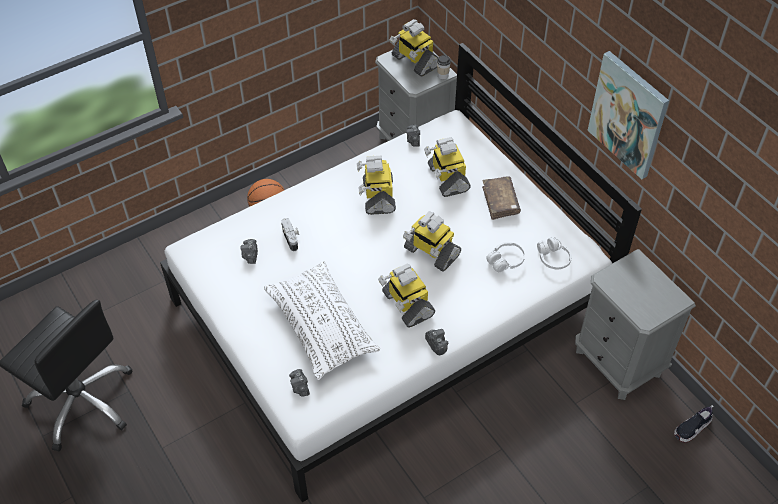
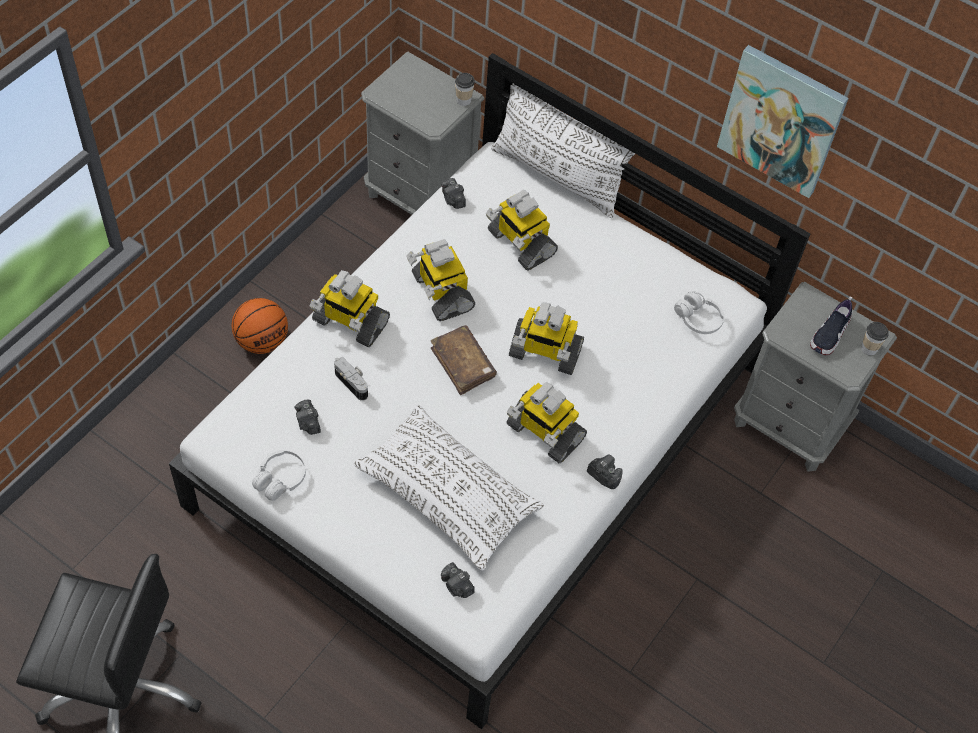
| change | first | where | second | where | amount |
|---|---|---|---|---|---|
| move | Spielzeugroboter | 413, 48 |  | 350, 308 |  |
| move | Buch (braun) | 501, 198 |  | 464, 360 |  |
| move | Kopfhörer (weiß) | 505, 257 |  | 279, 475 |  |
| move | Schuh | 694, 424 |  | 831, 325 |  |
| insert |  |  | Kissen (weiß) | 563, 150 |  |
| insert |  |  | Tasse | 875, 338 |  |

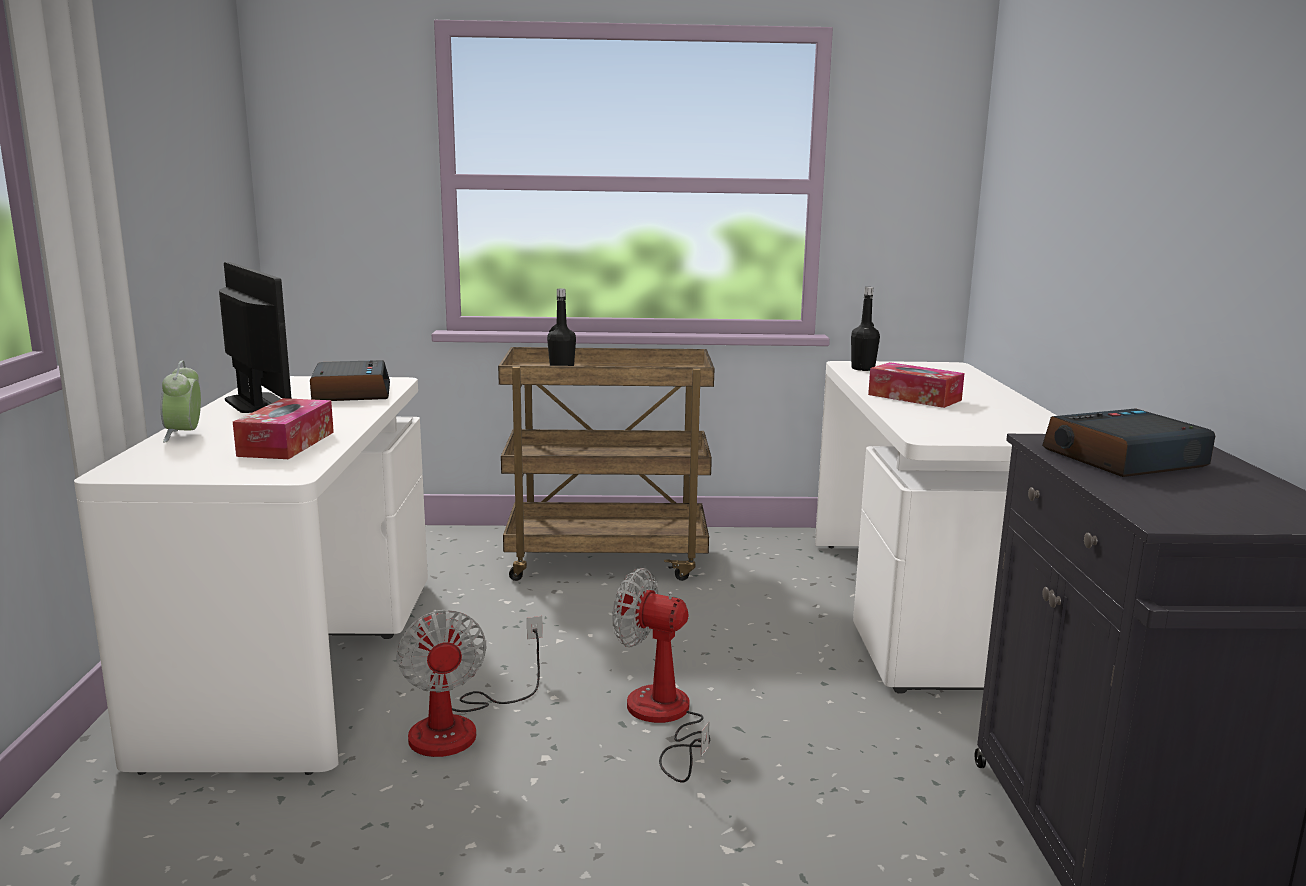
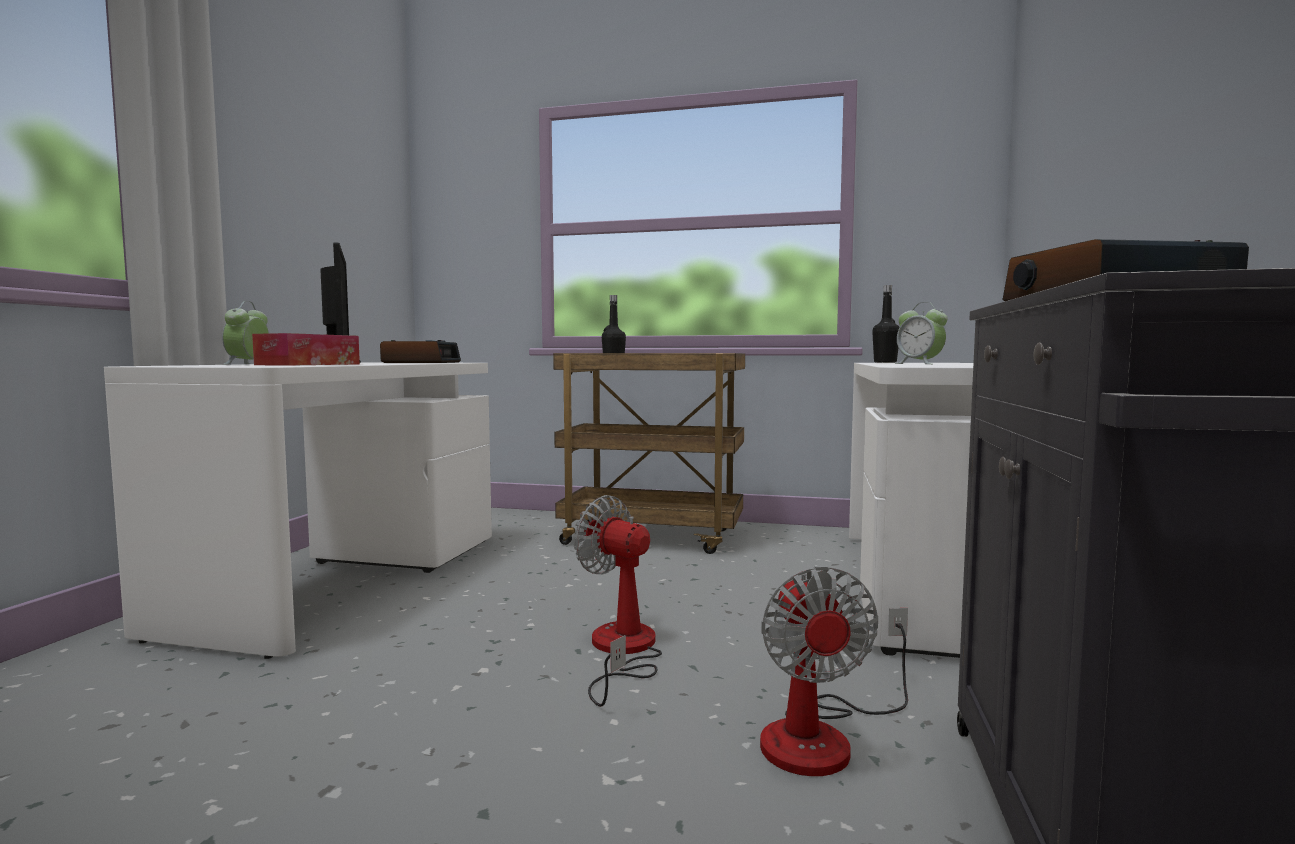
| change | first | where | second | where | amount |
|---|---|---|---|---|---|
| replace | Taschentuchbox | 916, 385 | Wecker | 921, 333 |  |
| move | Ventilator | 469, 683 |  | 834, 671 |  |

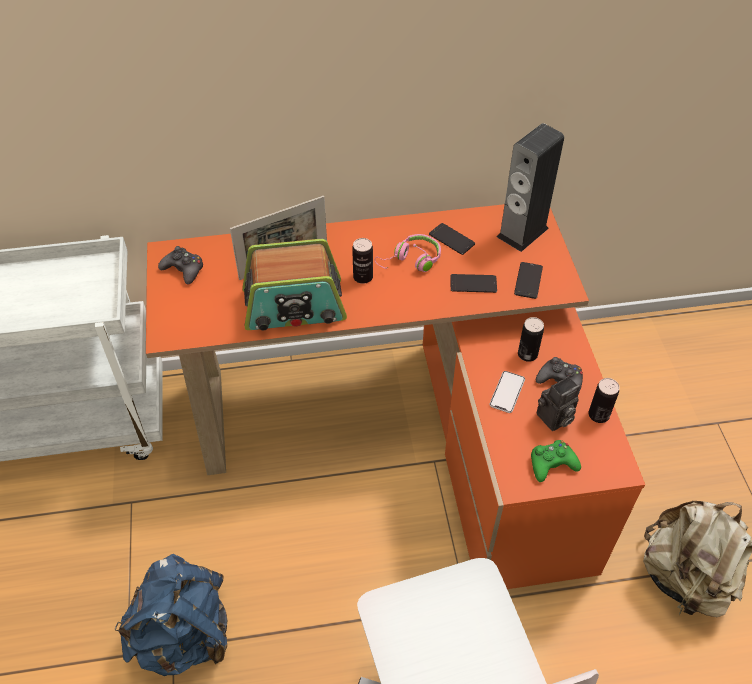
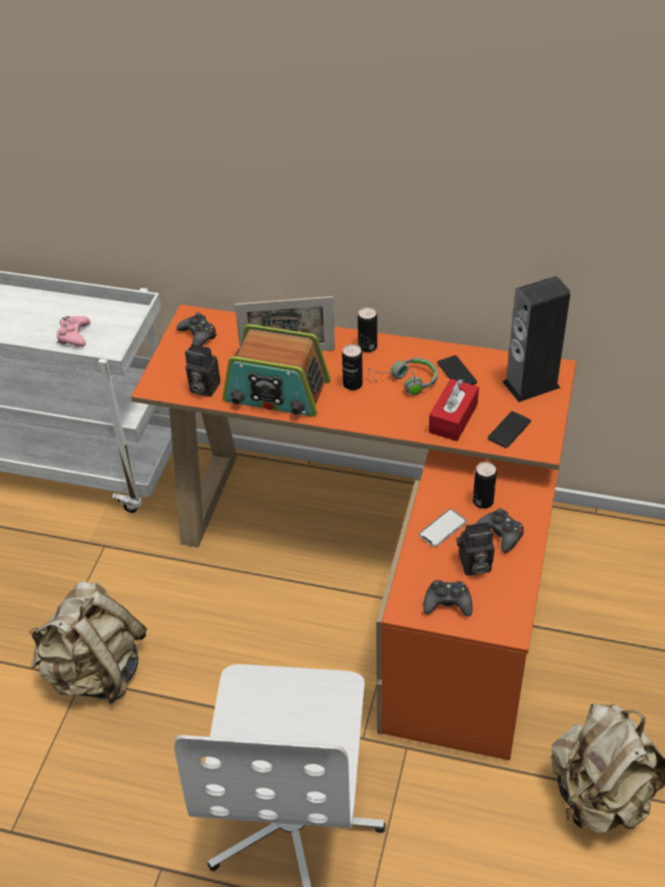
| change | first | where | second | where | amount |
|---|---|---|---|---|---|
| recolor | Kopfhörer (rosa) | 408, 253 | Kopfhörer (grau) | 403, 376 |  |
| replace | Handy | 473, 283 | Taschentuchbox (rot) | 454, 410 |  |
| move | Dose | 604, 400 |  | 367, 329 |  |
| recolor | Gamepad (grün) | 556, 461 | Gamepad (schwarz) | 448, 598 |  |
| recolor | Rucksack (blau) | 171, 615 | Rucksack (beige) | 88, 643 |  |
| insert |  |  | Gamepad (rosa) | 74, 331 |  |
| insert |  |  | Kamera | 202, 370 |  |

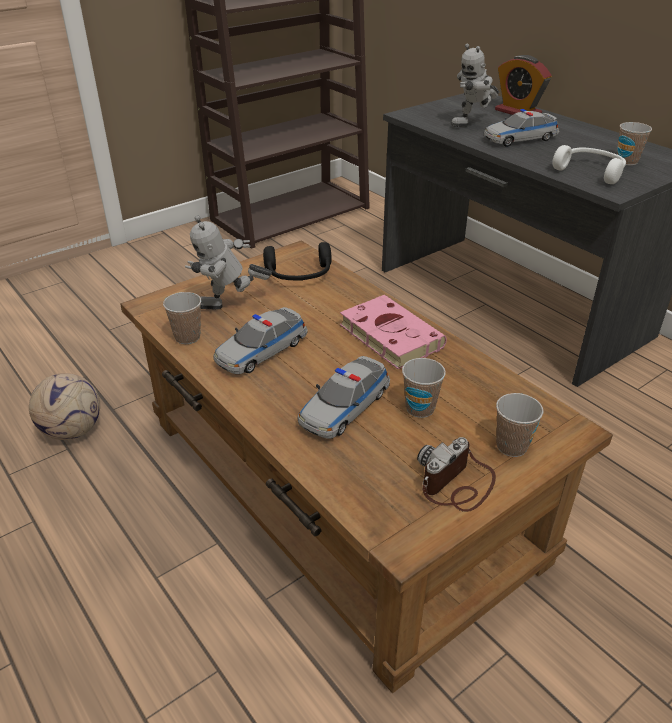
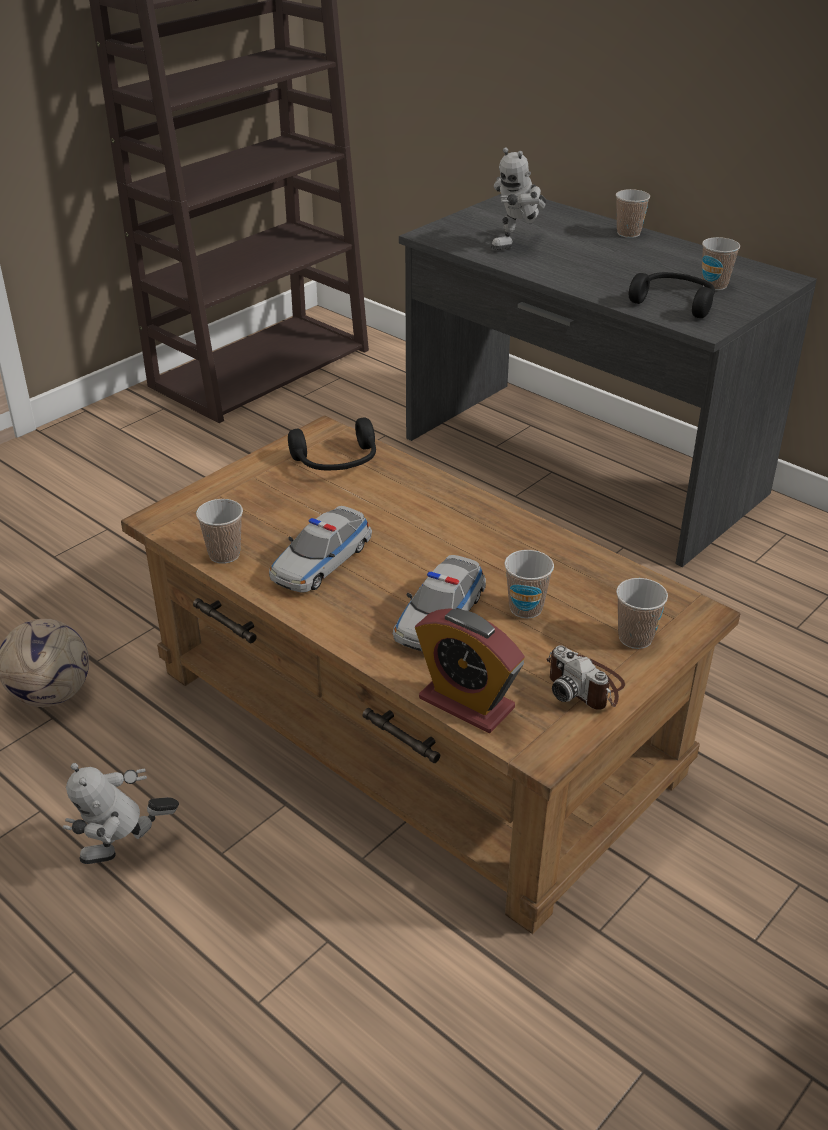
| change | first | where | second | where | amount |
|---|---|---|---|---|---|
| move | Wecker | 523, 85 |  | 470, 670 |  |
| delete | Spielzeugauto | 521, 128 |  |  |  |
| recolor | Kopfhörer (weiß) | 589, 164 | Kopfhörer (schwarz) | 672, 295 |  |
| move | Spielzeugroboter | 228, 262 |  | 121, 813 |  |
| delete | Buch (rosa) | 393, 332 |  |  |  |
| rotate | Kamera | 456, 474 |  | 585, 677 | 75 degrees counterclockwise |
| insert |  |  | Tasse | 633, 213 |  |

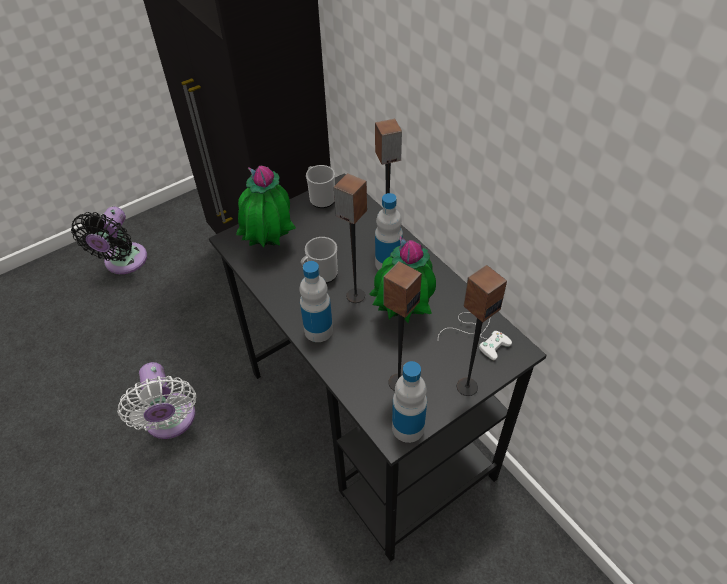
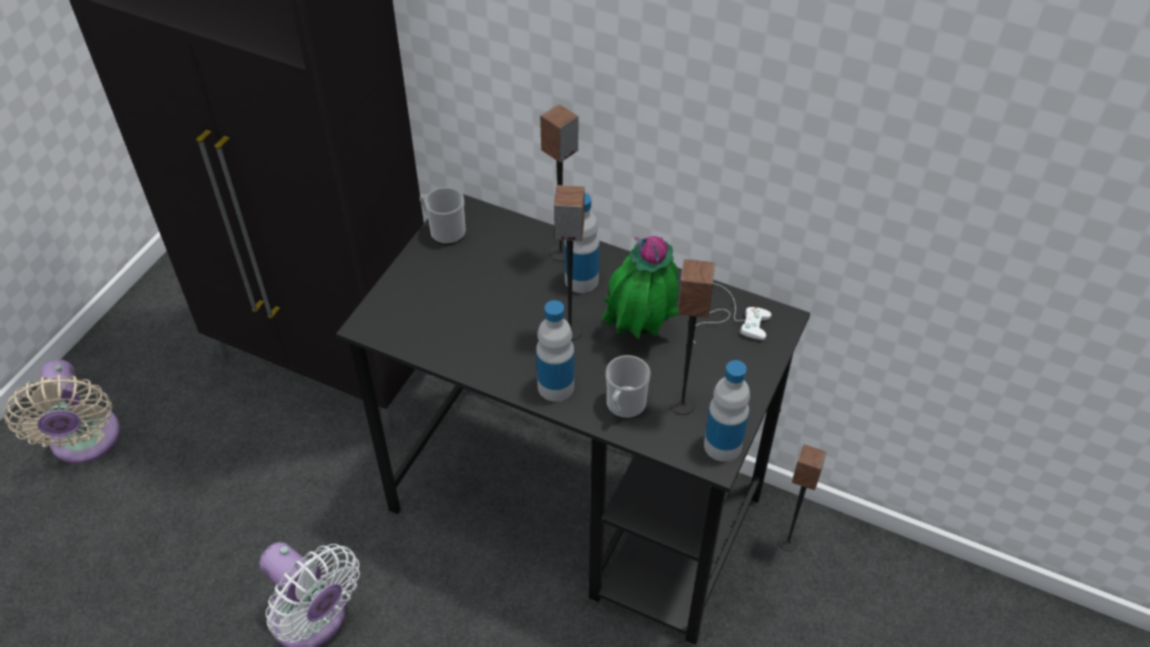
| change | first | where | second | where | amount |
|---|---|---|---|---|---|
| delete | Topfpflanze | 266, 206 |  |  |  |
| recolor | Ventilator (schwarz) | 109, 240 | Ventilator (beige) | 62, 411 |  |
| move | Henkelbecher | 319, 260 |  | 628, 387 |  |
| move | Lautsprecher | 482, 330 |  | 802, 497 |  |

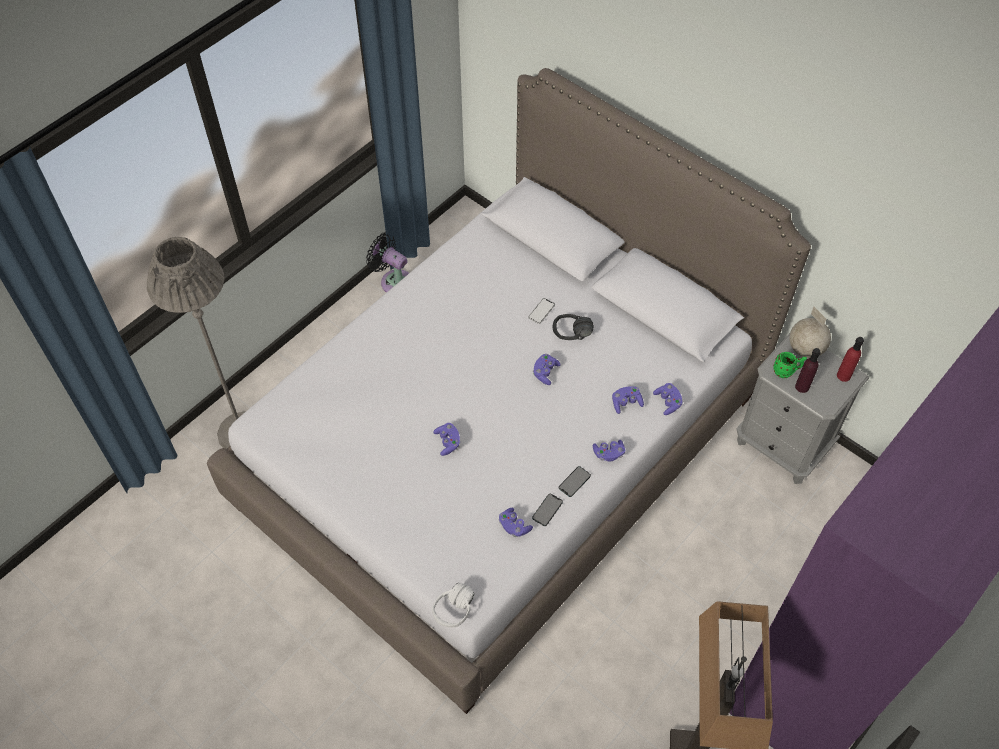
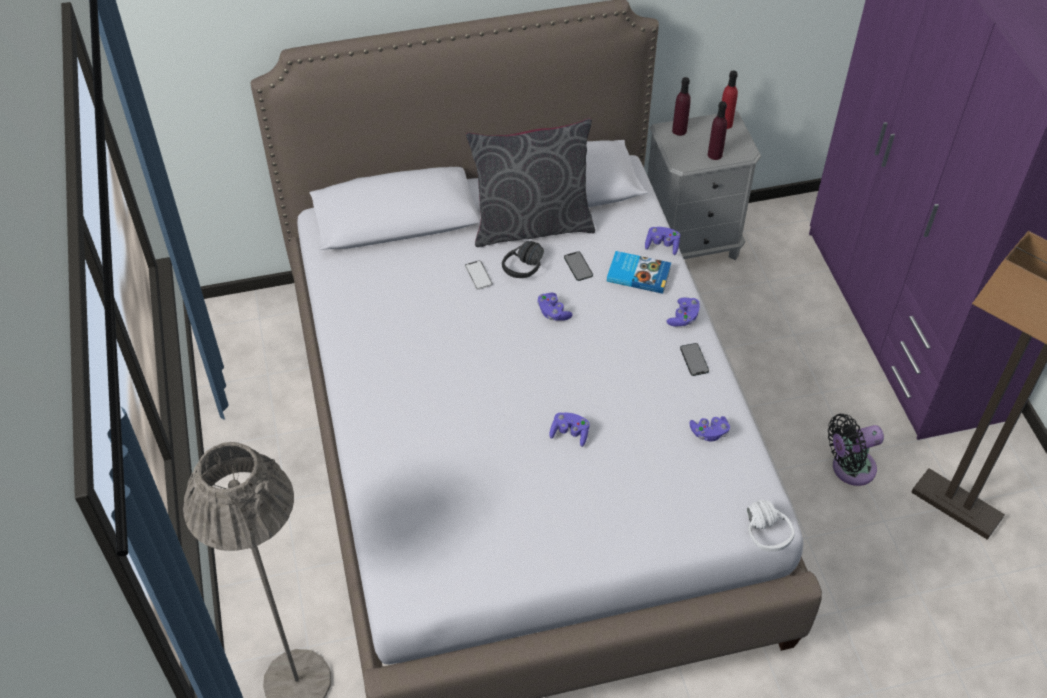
| change | first | where | second | where | amount |
|---|---|---|---|---|---|
| move | Ventilator (schwarz) | 387, 262 |  | 856, 450 |  |
| replace | Globus | 810, 332 | Flasche (lila) | 681, 106 |  |
| delete | Henkelbecher (grün) | 790, 365 |  |  |  |
| replace | Gamepad (lila) | 628, 400 | Buch | 639, 272 |  |
| move | Handy | 547, 510 |  | 578, 266 |  |
| insert |  |  | Kissen (grau) | 530, 182 |  |

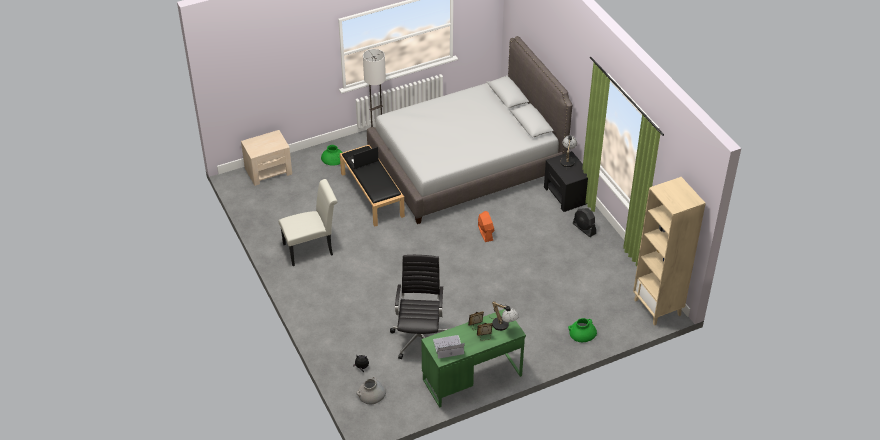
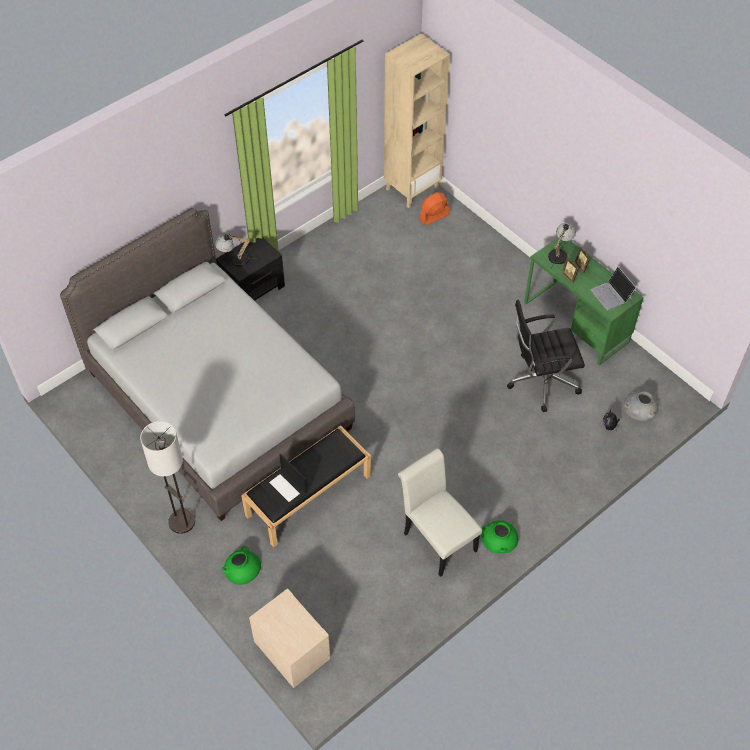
| change | first | where | second | where | amount |
|---|---|---|---|---|---|
| delete | Ventilator (schwarz) | 584, 222 |  |  |  |
| move | Ventilator (orange) | 486, 226 |  | 434, 208 |  |
| move | Vase (grün) | 582, 330 |  | 499, 537 |  |

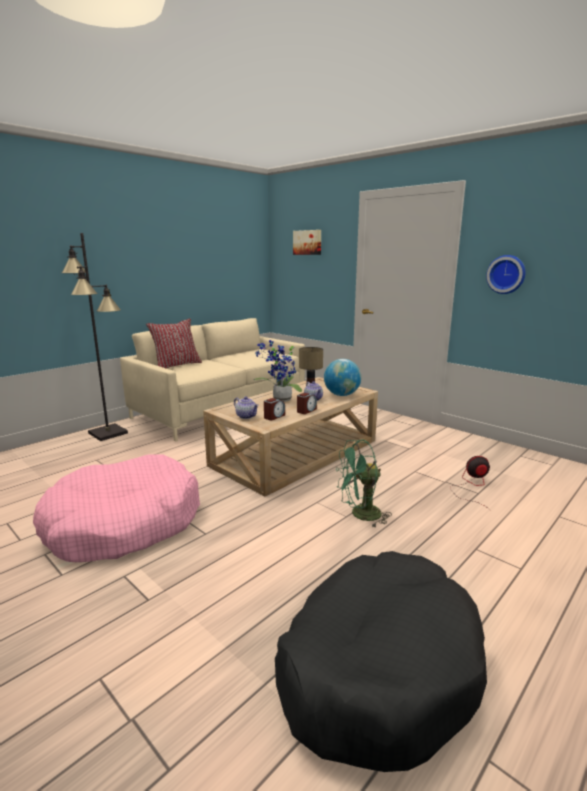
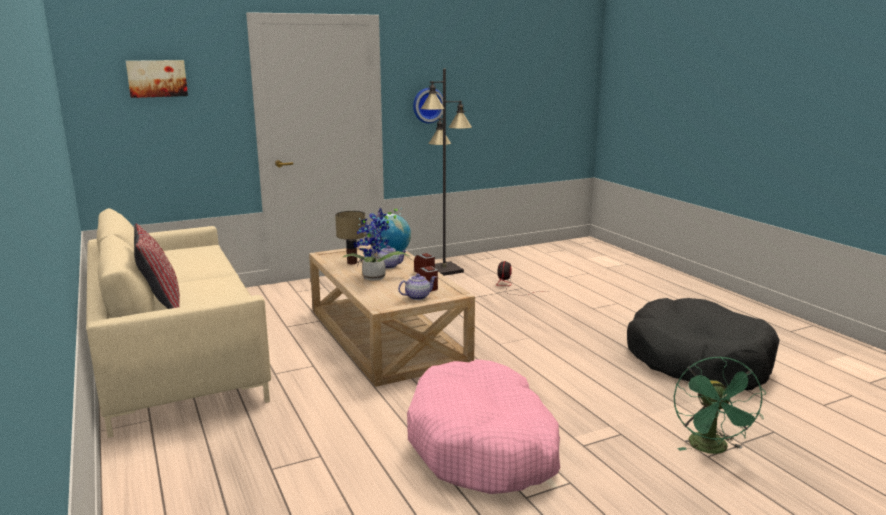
| change | first | where | second | where | amount |
|---|---|---|---|---|---|
| move | Stehlampe (schwarz) | 95, 337 |  | 446, 172 |  |
| move | Ventilator (grün) | 364, 484 |  | 720, 405 |  |

